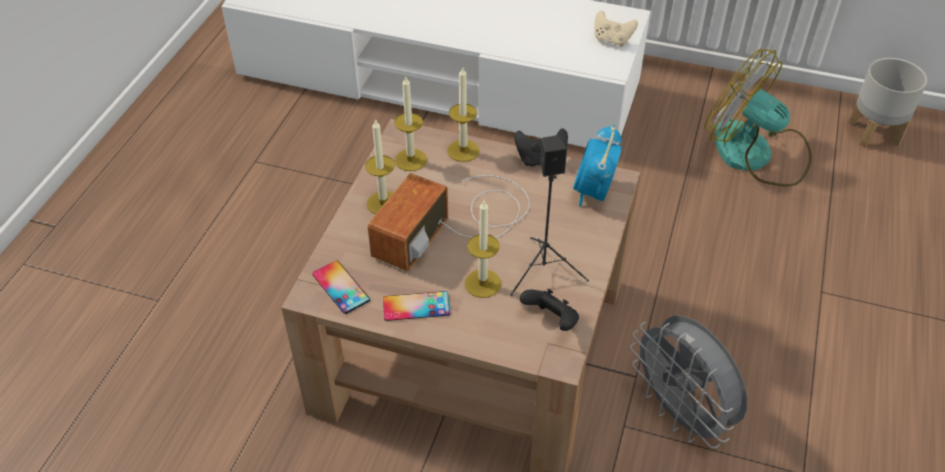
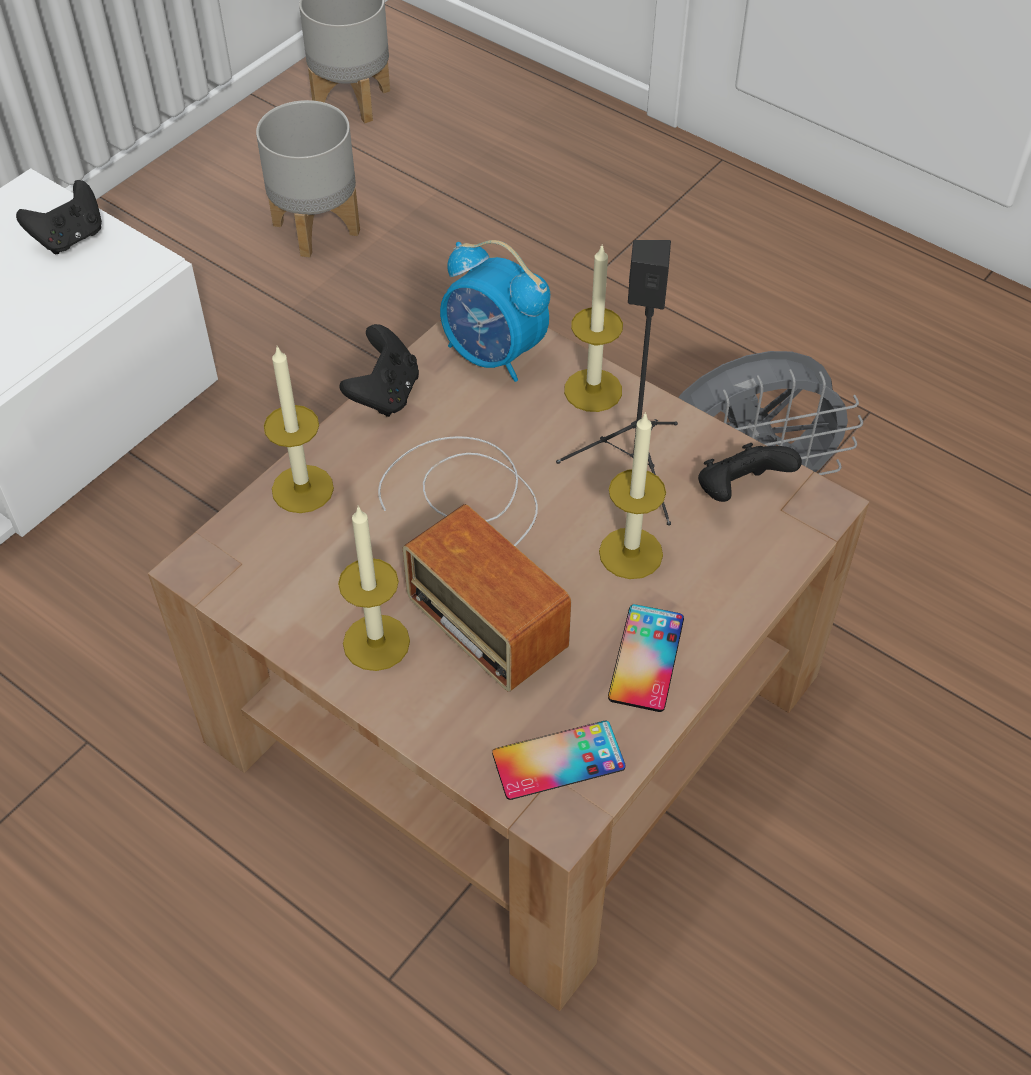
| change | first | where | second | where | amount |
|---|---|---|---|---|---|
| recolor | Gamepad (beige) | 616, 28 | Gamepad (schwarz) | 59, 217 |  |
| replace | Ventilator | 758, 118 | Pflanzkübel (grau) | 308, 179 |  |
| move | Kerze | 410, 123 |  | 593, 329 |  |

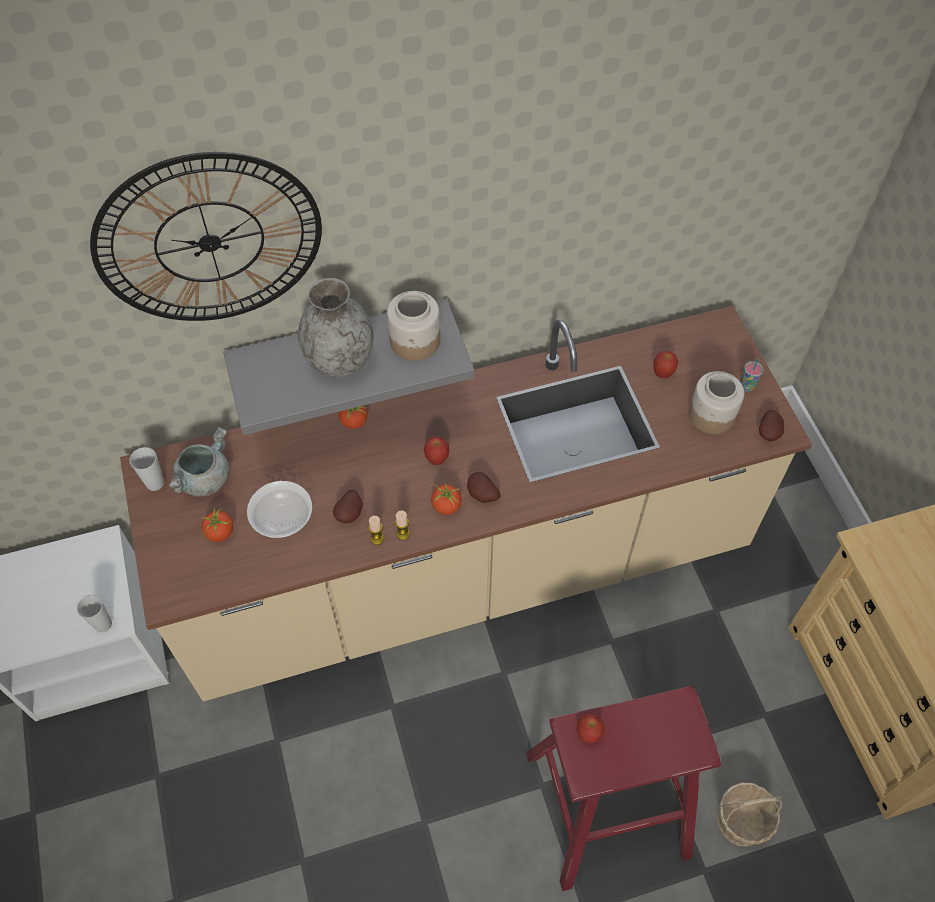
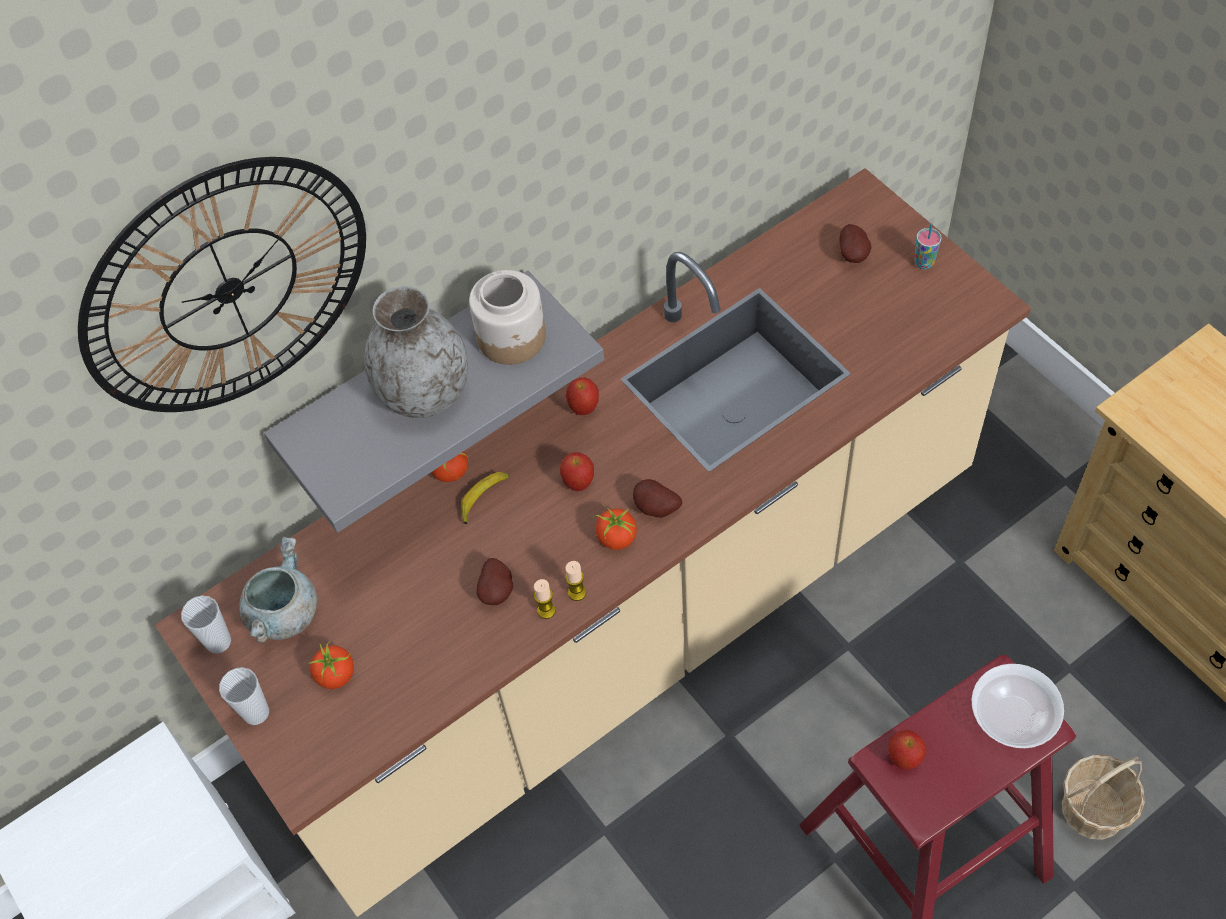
| change | first | where | second | where | amount |
|---|---|---|---|---|---|
| move | Apfel | 665, 364 |  | 582, 396 |  |
| delete | Vorratsglas | 716, 402 |  |  |  |
| move | Kartoffel | 771, 425 |  | 855, 243 |  |
| move | Schüssel | 279, 509 |  | 1018, 706 |  |
| move | Tasse | 94, 613 |  | 244, 696 |  |
| insert |  |  | Banane | 485, 498 |  |

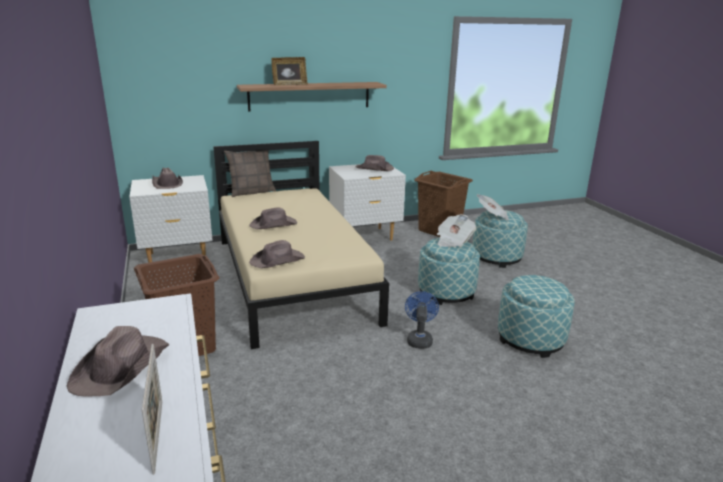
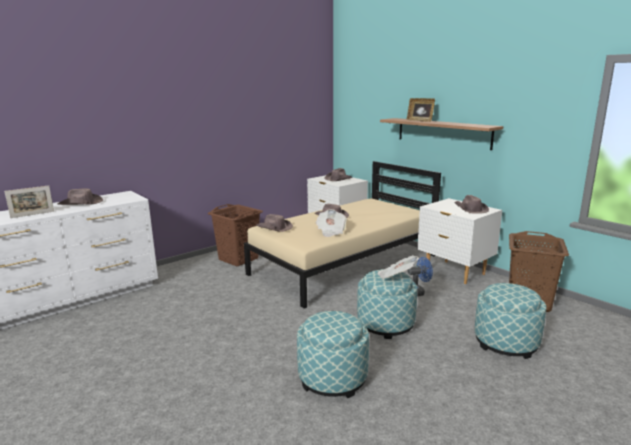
| change | first | where | second | where | amount |
|---|---|---|---|---|---|
| delete | Kissen | 250, 173 |  |  |  |
| move | Zeitung | 493, 207 |  | 331, 223 |  |
| move | Ventilator (blau) | 422, 320 |  | 420, 277 |  |

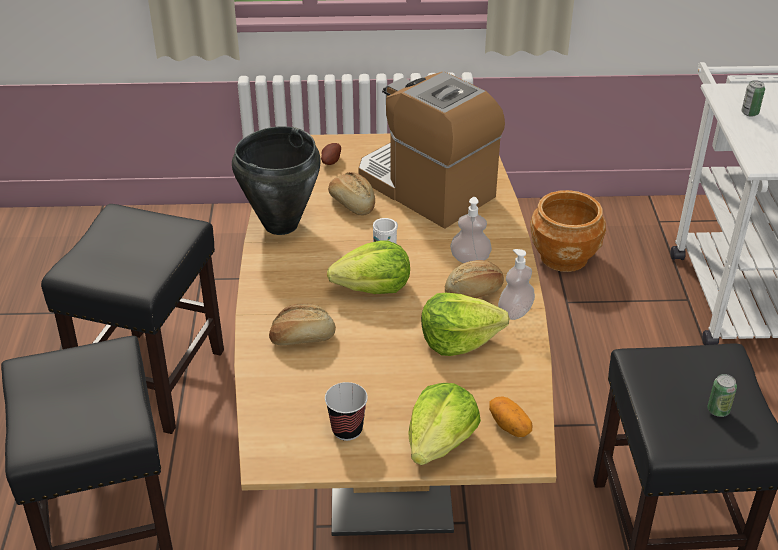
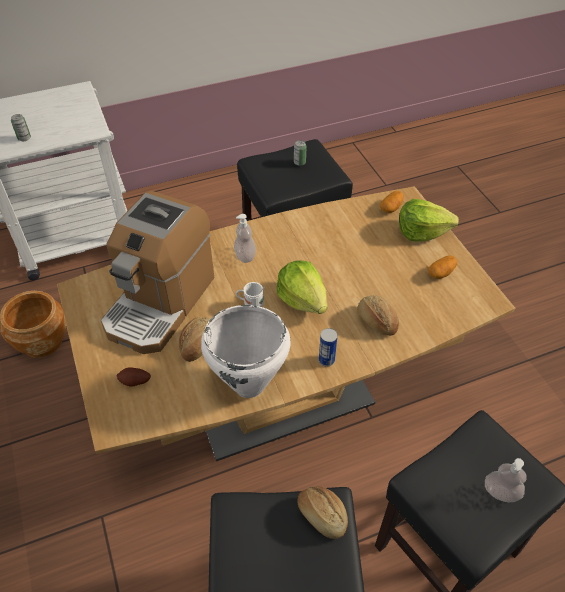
| change | first | where | second | where | amount |
|---|---|---|---|---|---|
| recolor | Kochtopf (schwarz) | 276, 180 | Kochtopf (weiß) | 246, 351 |  |
| move | Seifenspender | 516, 284 |  | 506, 480 |  |
| move | Brot | 474, 279 |  | 323, 512 |  |
| delete | Salatkopf | 465, 324 |  |  |  |
| replace | Tasse | 346, 411 | Kartoffel | 442, 267 |  |
| insert |  |  | Dose | 328, 347 |  |

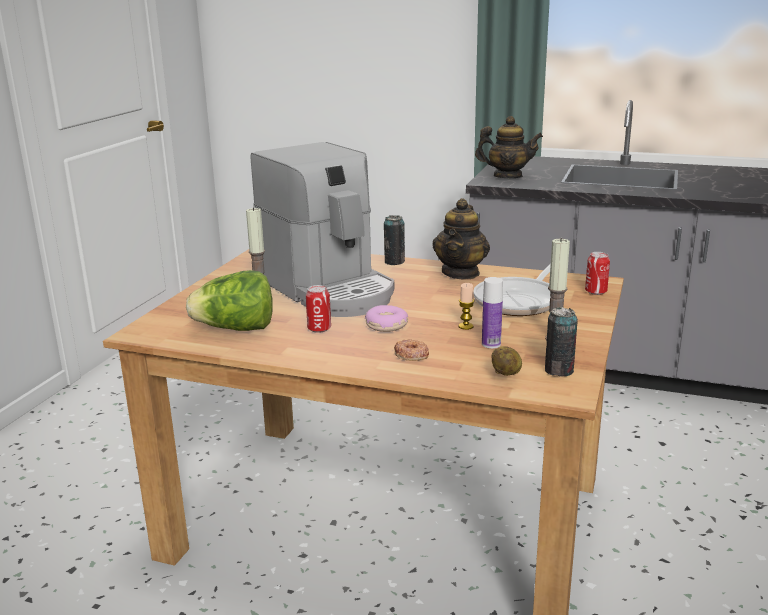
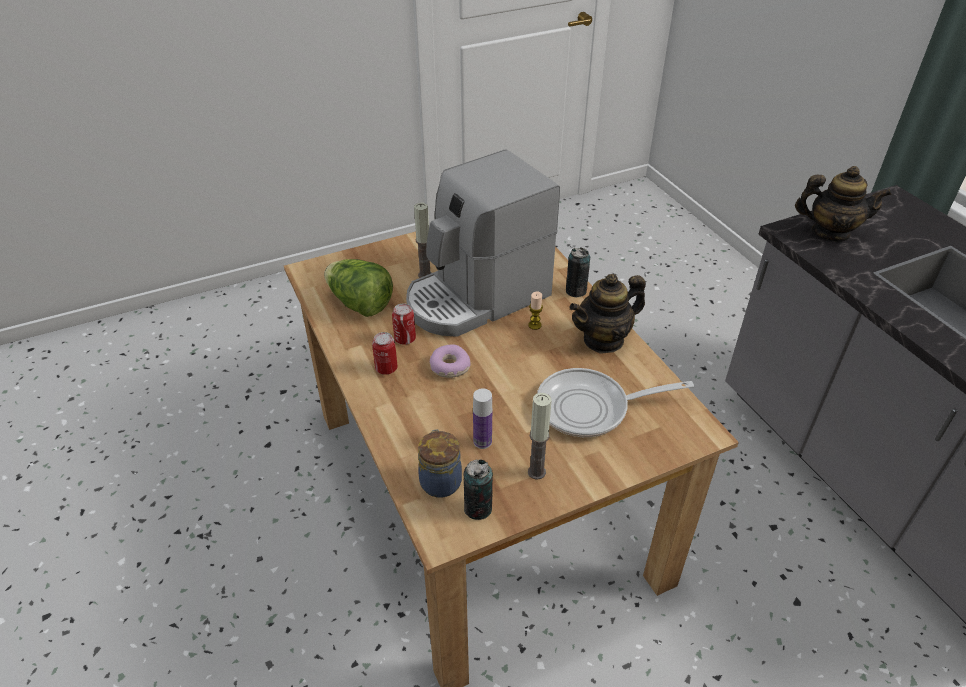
| change | first | where | second | where | amount |
|---|---|---|---|---|---|
| rotate | Teekanne | 509, 147 |  | 843, 204 | 45 degrees counterclockwise |
| rotate | Kaffeemaschine | 322, 229 |  | 483, 243 | 45 degrees clockwise |
| move | Dose | 597, 273 |  | 385, 353 |  |
| move | Kerze | 466, 306 |  | 535, 311 |  |
| delete | Donut | 411, 350 |  |  |  |
| replace | Kartoffel | 506, 361 | Vorratsglas | 440, 463 |  |

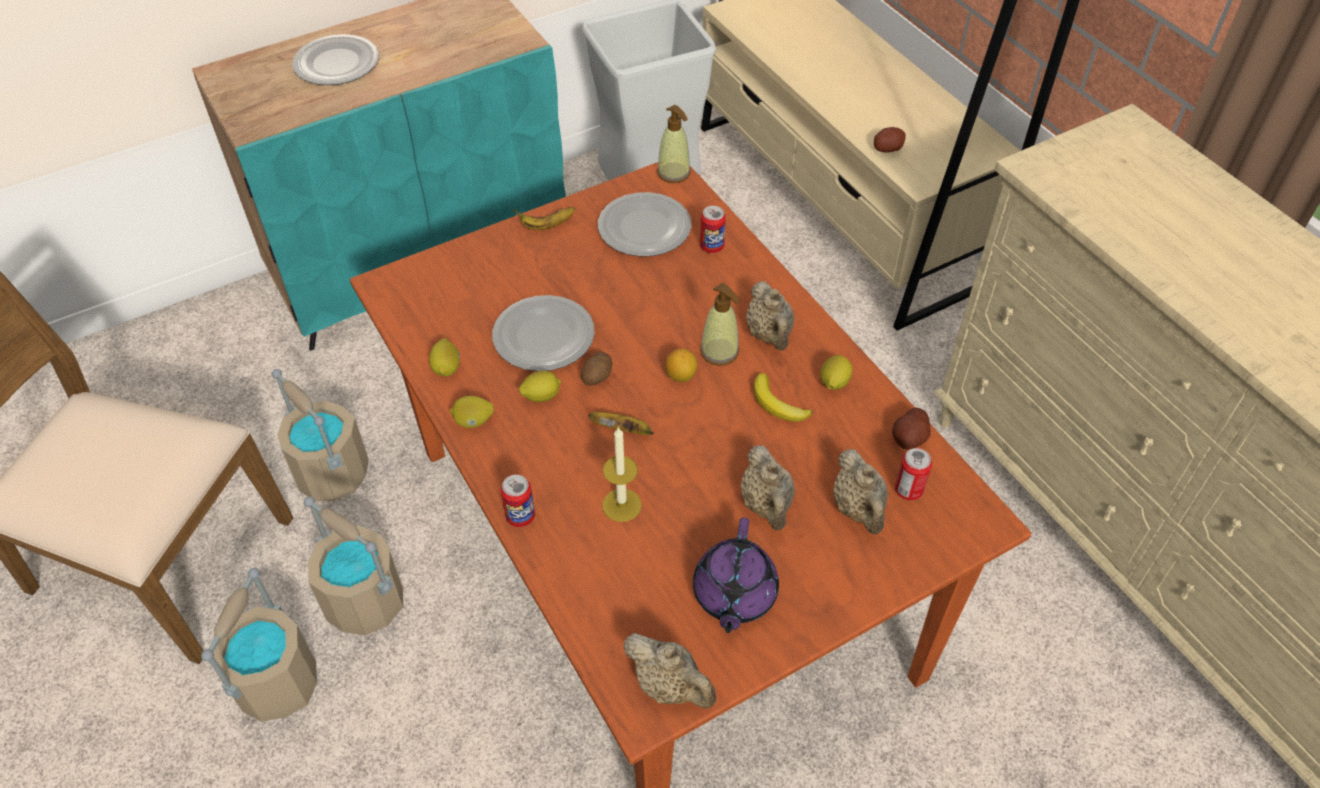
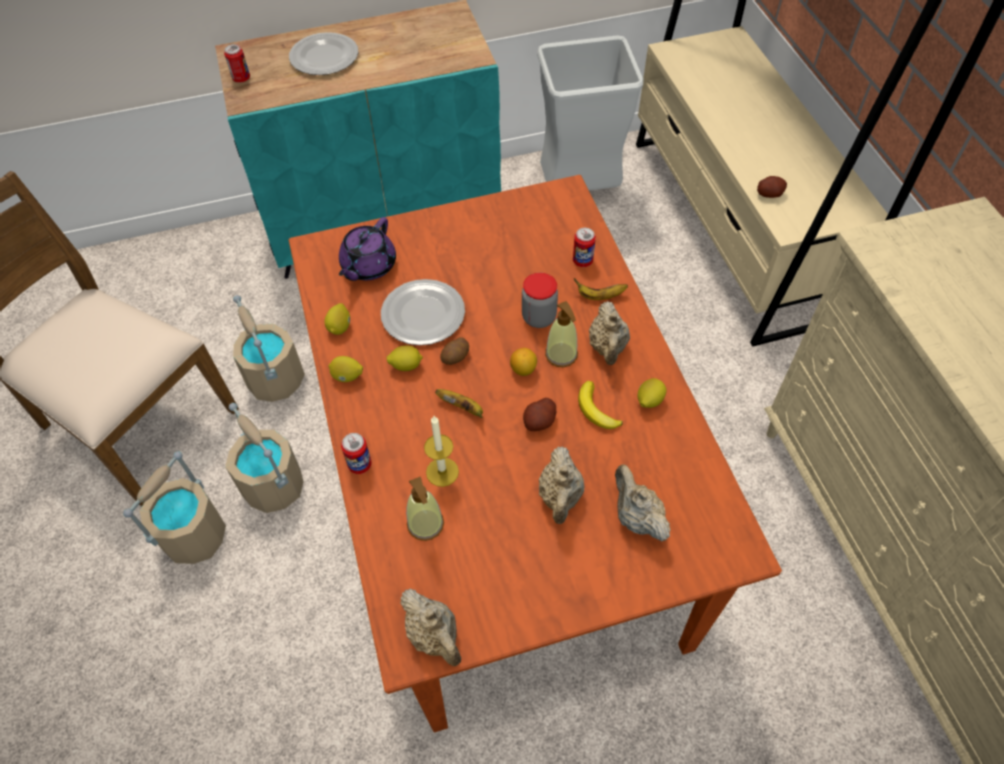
| change | first | where | second | where | amount |
|---|---|---|---|---|---|
| move | Seifenspender | 674, 144 |  | 425, 509 |  |
| delete | Teller | 645, 224 |  |  |  |
| move | Banane | 544, 218 |  | 601, 289 |  |
| move | Kartoffel | 911, 429 |  | 539, 414 |  |
| move | Dose | 913, 474 |  | 237, 63 |  |
| rotate | Teekanne (beige) | 860, 491 |  | 643, 503 | 150 degrees clockwise |
| move | Teekanne (lila) | 736, 575 |  | 367, 249 |  |
| insert |  |  | Vorratsglas | 540, 300 |  |

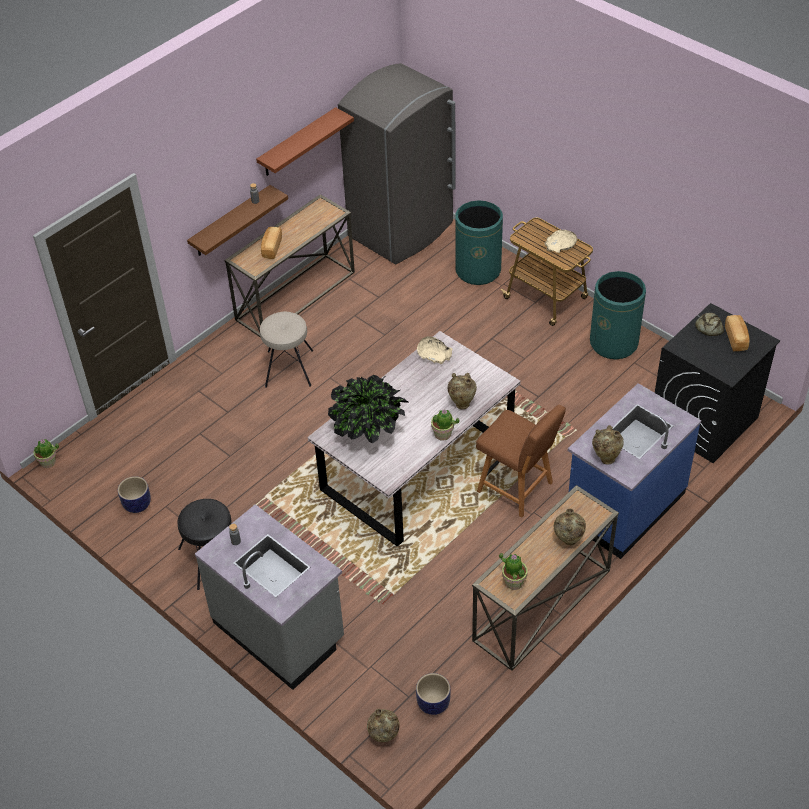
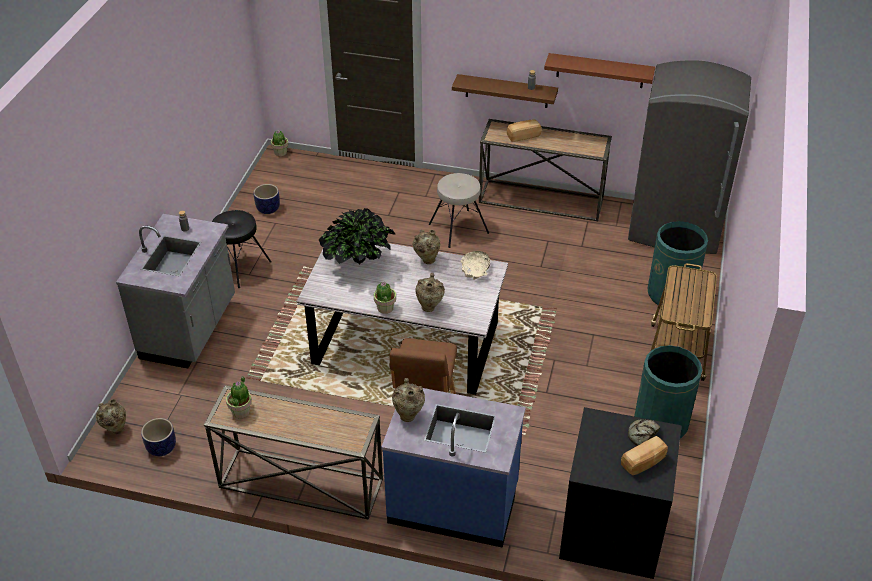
| change | first | where | second | where | amount |
|---|---|---|---|---|---|
| delete | Schüssel (beige) | 560, 241 |  |  |  |
| move | Vase (beige) | 570, 526 |  | 426, 246 |  |

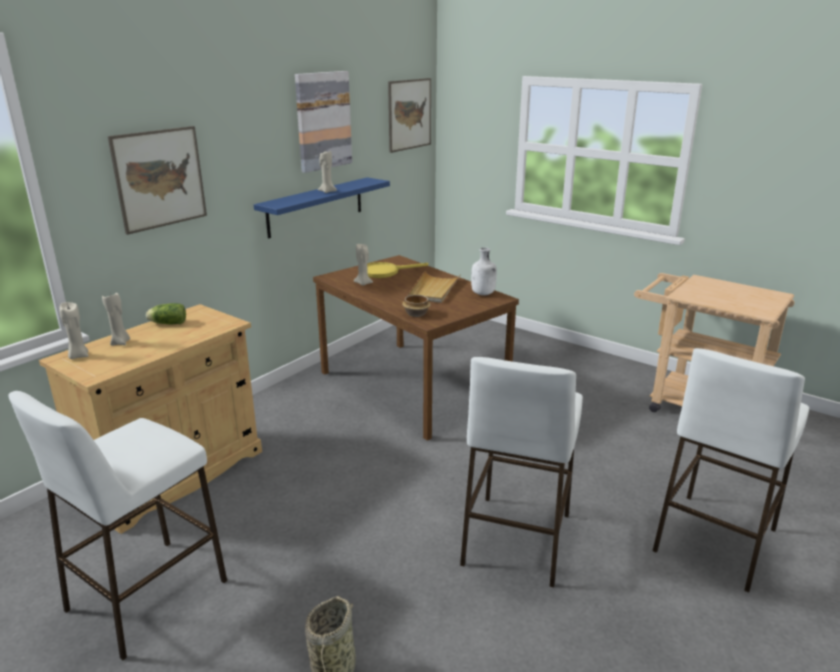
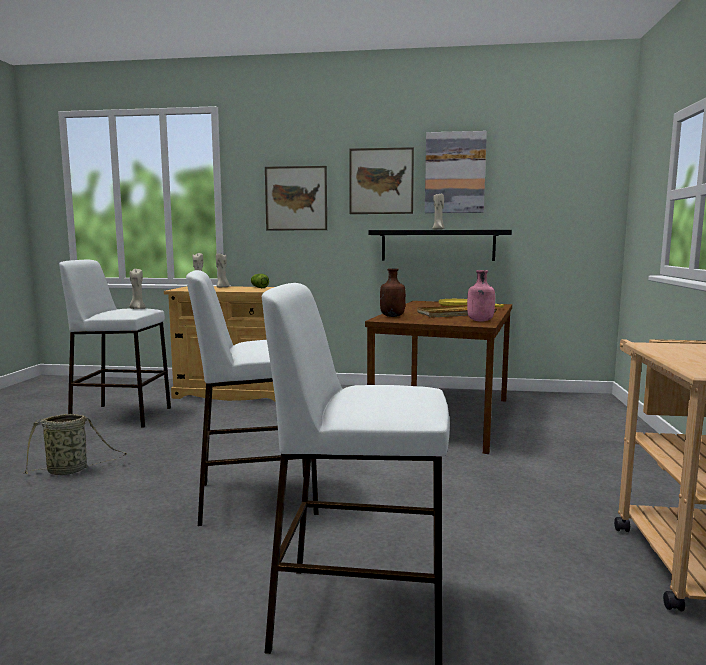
| change | first | where | second | where | amount |
|---|---|---|---|---|---|
| move | Bild | 409, 115 |  | 381, 180 |  |
| recolor | Wandregal (blau) | 322, 207 | Wandregal (schwarz) | 440, 245 |  |
| move | Kerze (beige) | 363, 264 |  | 137, 289 |  |
| recolor | Flasche (weiß) | 484, 271 | Flasche (rosa) | 481, 296 |  |
| replace | Schüssel | 416, 306 | Flasche (braun) | 393, 292 |  |

